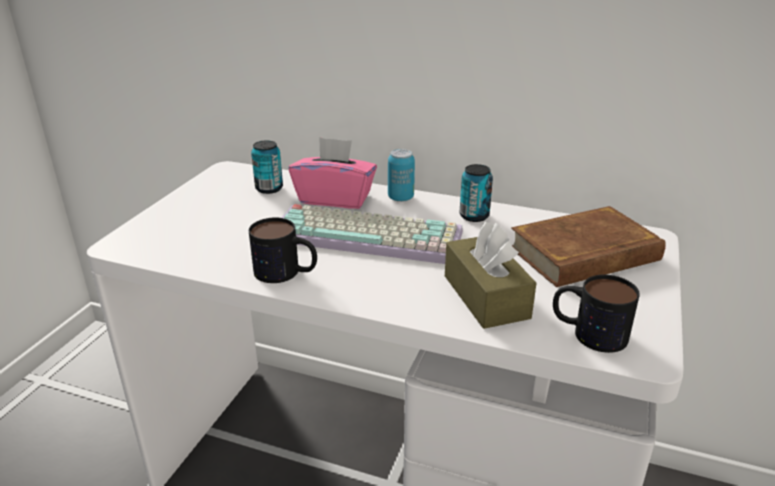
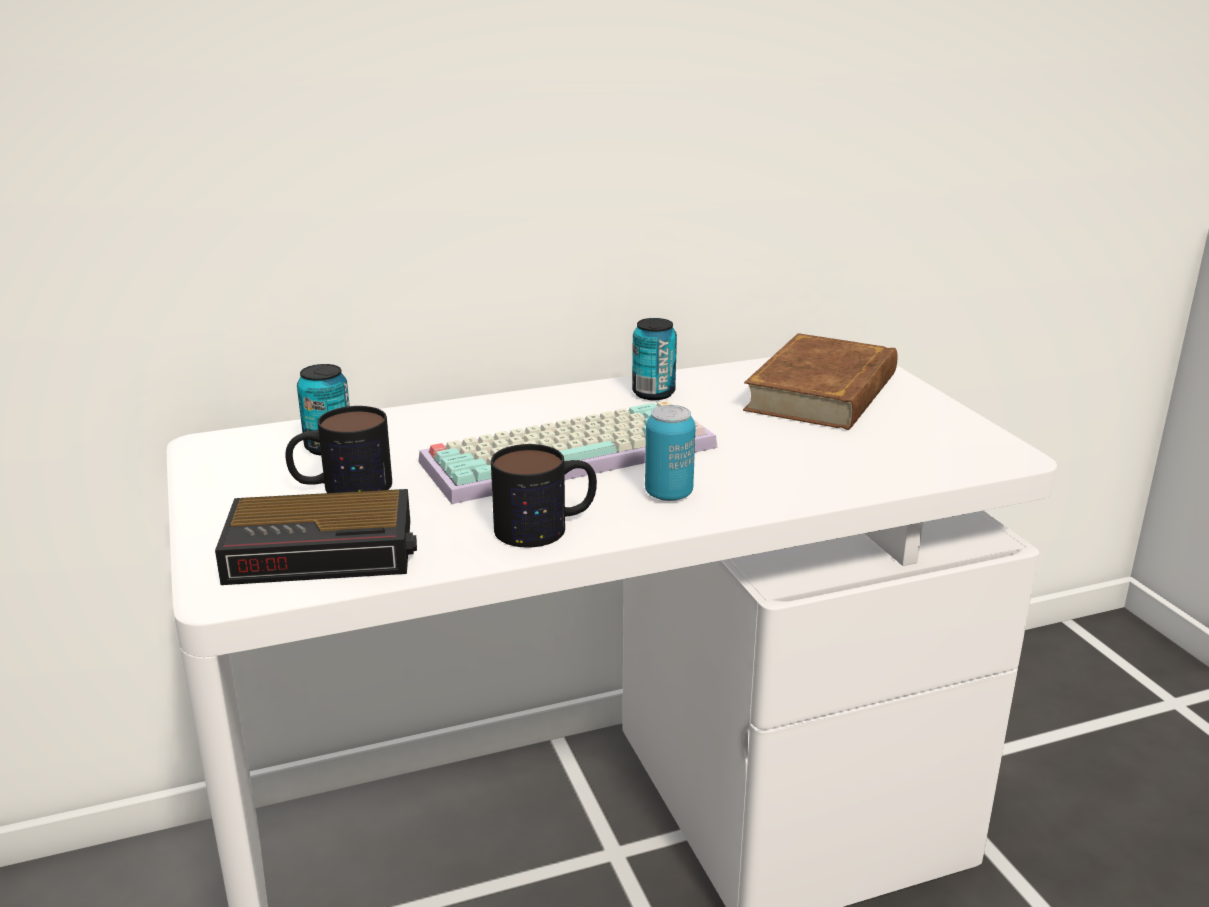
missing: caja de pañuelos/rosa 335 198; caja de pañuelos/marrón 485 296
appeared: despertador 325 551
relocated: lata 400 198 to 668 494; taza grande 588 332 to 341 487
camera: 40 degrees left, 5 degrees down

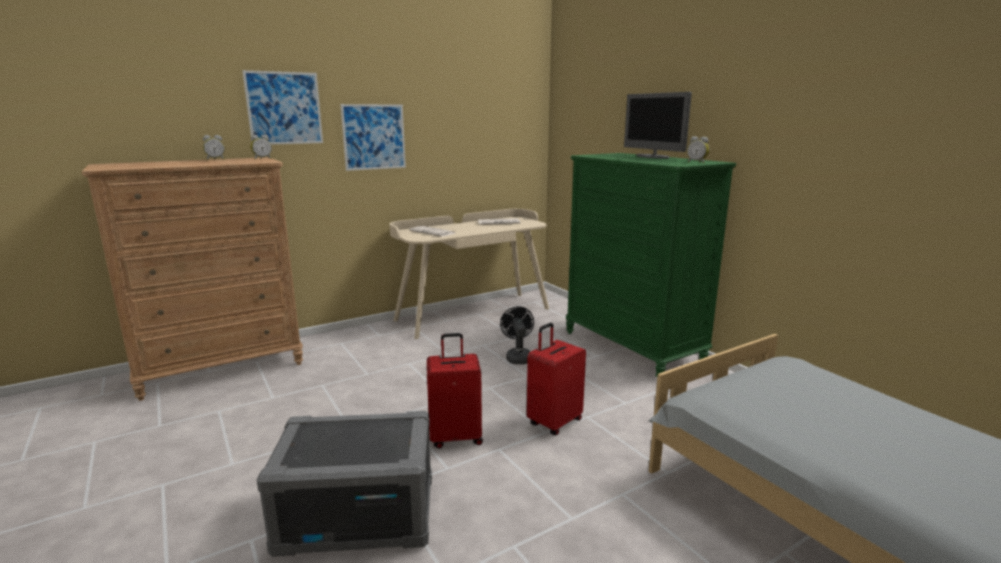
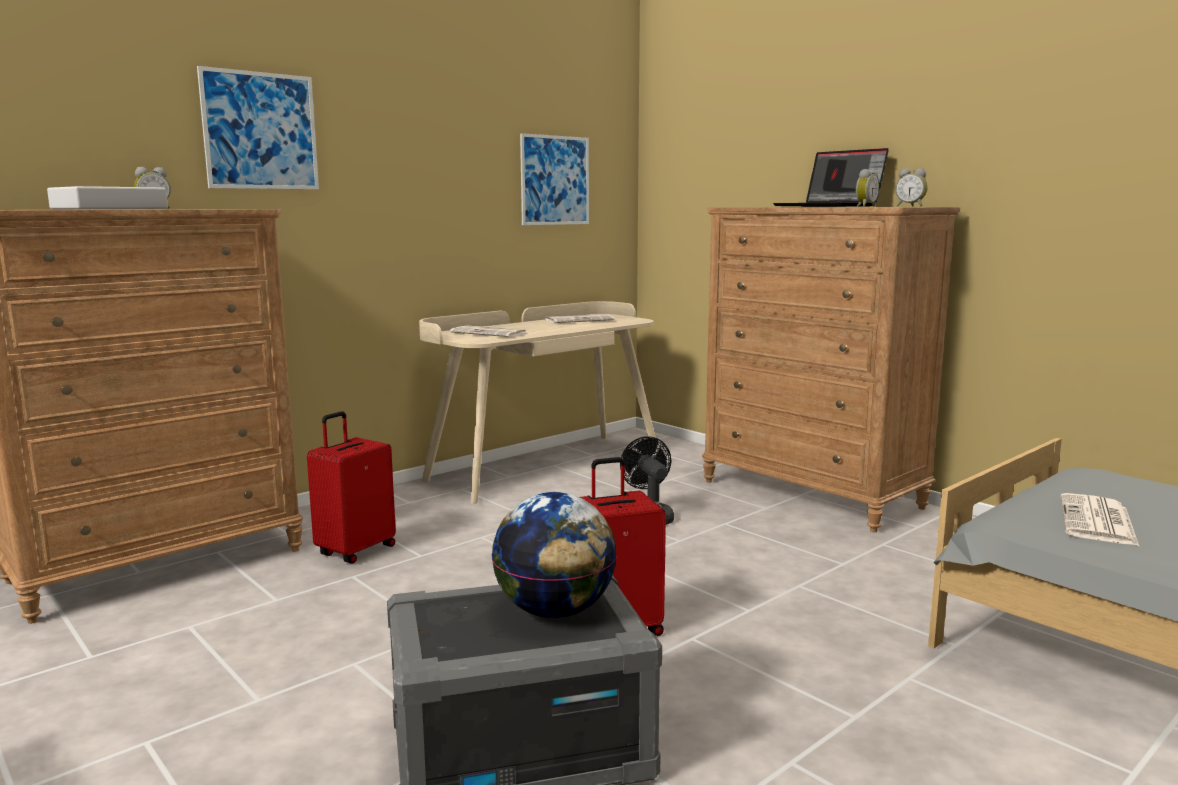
appeared: bandeja/gris 109 208; globo terráqueo 554 611; periódico 1098 521
relocated: despertador 262 159 to 864 206; cuadro 374 137 to 555 180; maleta/rojo 554 422 to 355 551
exchanged: monitor 652 157 to portátil 830 206
colour: cómoda/verde 632 347 to cómoda/marrón 811 494
camera: 10 degrees left, 5 degrees down

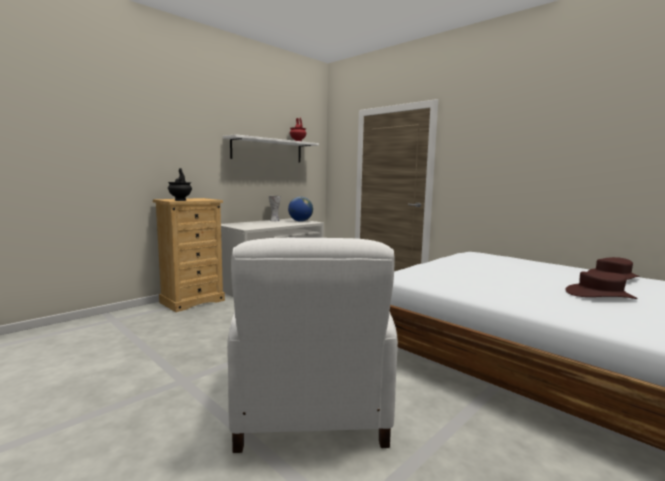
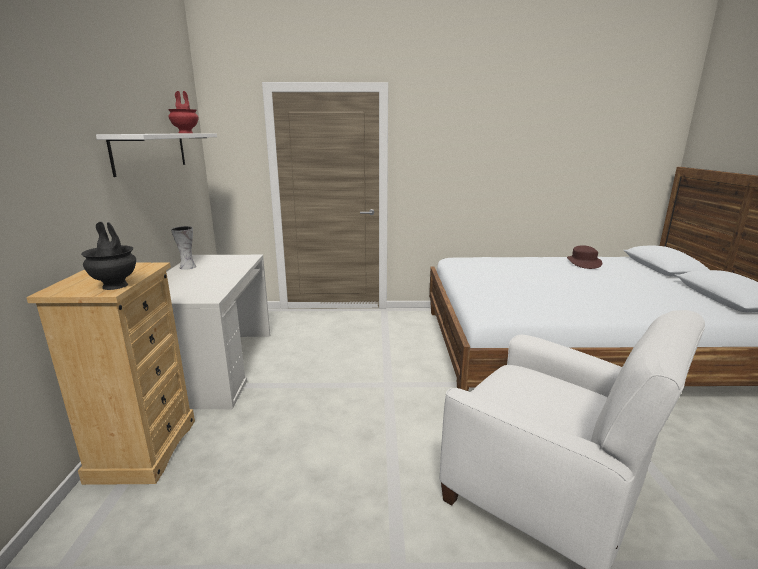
missing: globo terráqueo 300 221; sombrero/marrón 600 295
camera: 45 degrees left, 10 degrees up

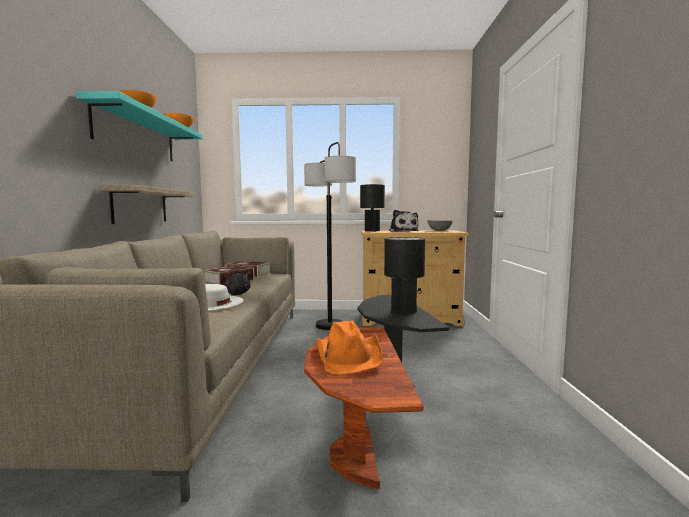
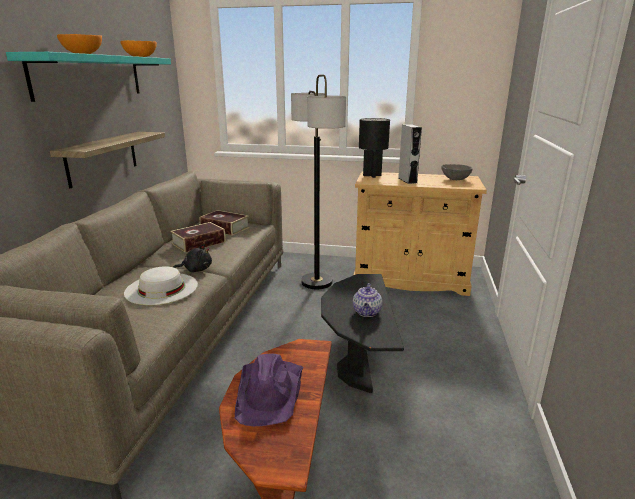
exchanged: lámpara de mesa/negro 404 312 to tetera 367 312; peluche 402 231 to altavoz/gris 407 180
colour: sombrero/naranja 349 356 to sombrero/morado 270 392
camera: 10 degrees right, 15 degrees up

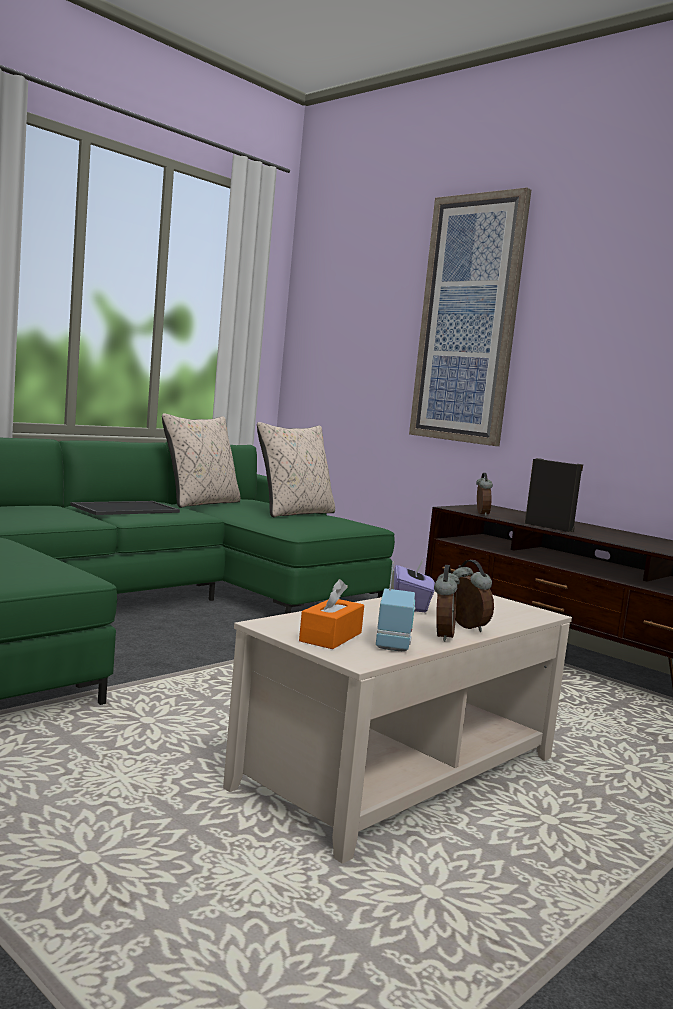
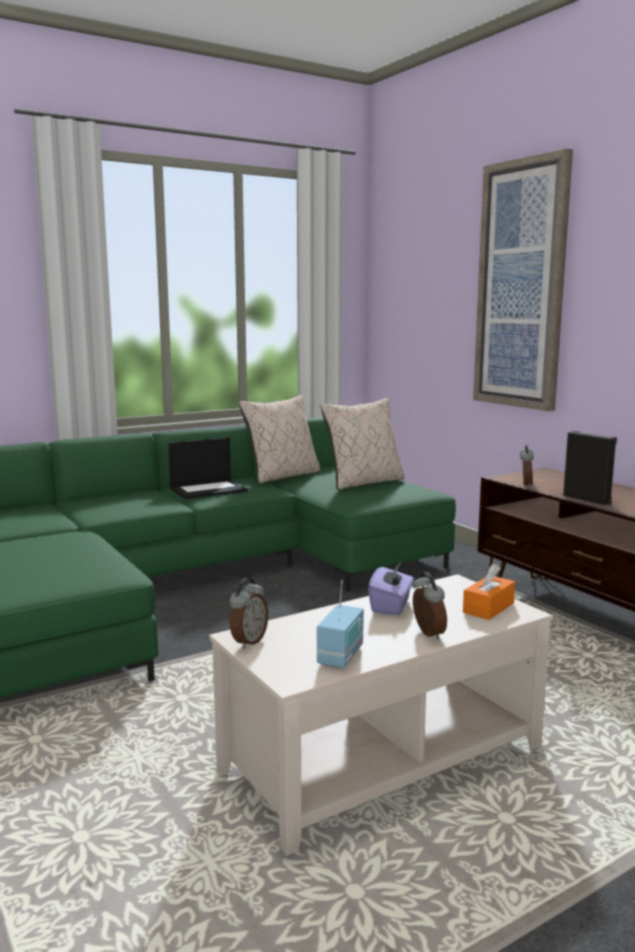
relocated: caja de pañuelos/naranja 331 637 to 488 608; despertador 441 636 to 248 641
exchanged: bandeja 125 508 to portátil 209 489
camera: 15 degrees right, 5 degrees up

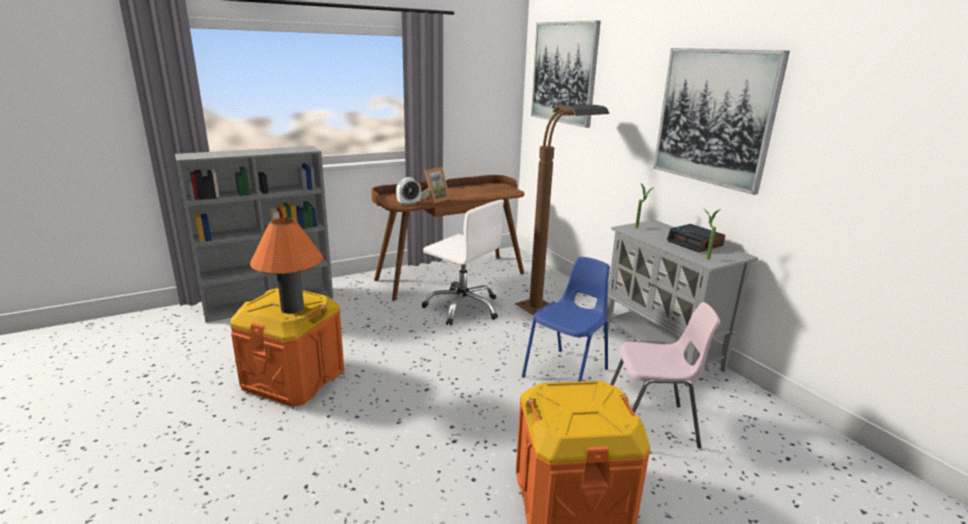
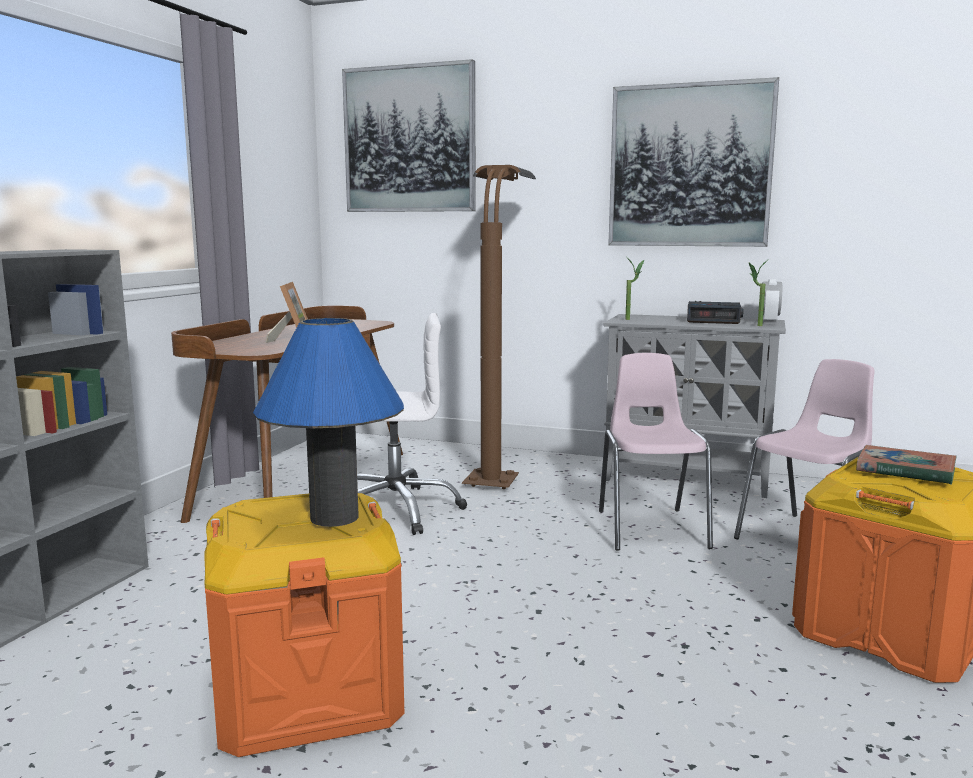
appeared: libro 905 471
relocated: despertador 408 203 to 769 322
colour: lámpara de mesa/naranja 292 308 to lámpara de mesa/azul 334 517; silla/azul 567 373 to silla/rosa 651 528
camera: 40 degrees left, 10 degrees down

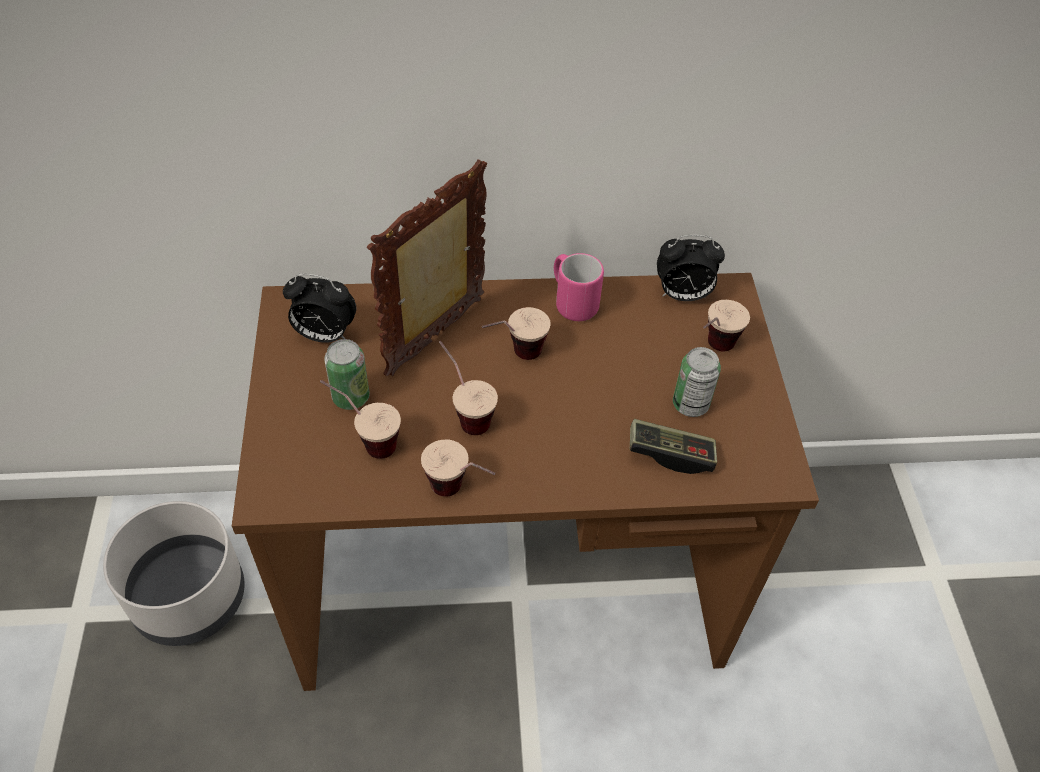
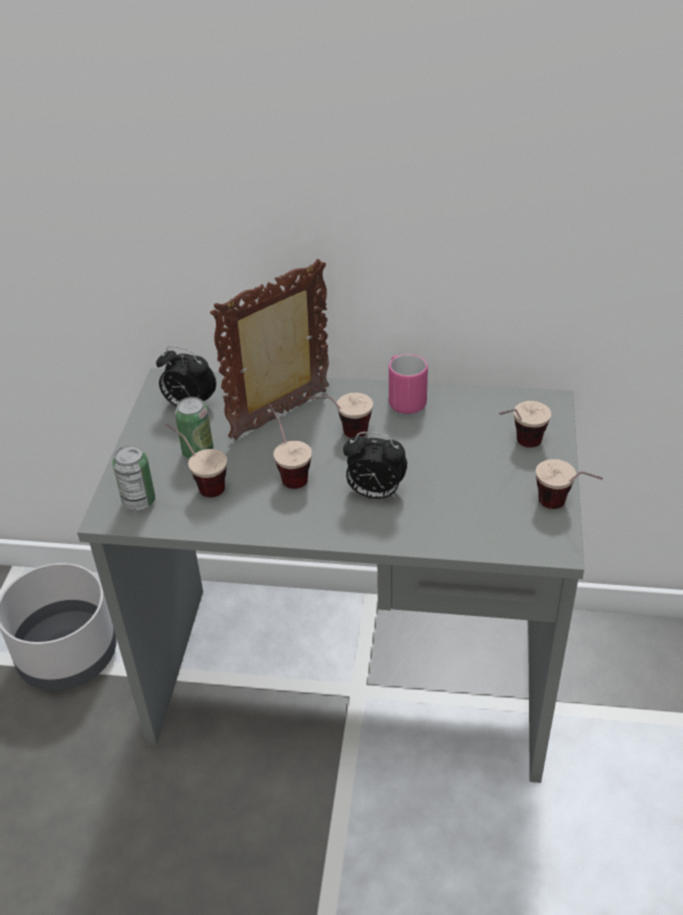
missing: mando de consola 670 454
relocated: taza 460 494 to 564 508; despertador 682 295 to 374 493; lata 690 404 to 139 501
colour: escritorio/marrón 510 585 to escritorio/gris 351 682
camera: 15 degrees right, 10 degrees down

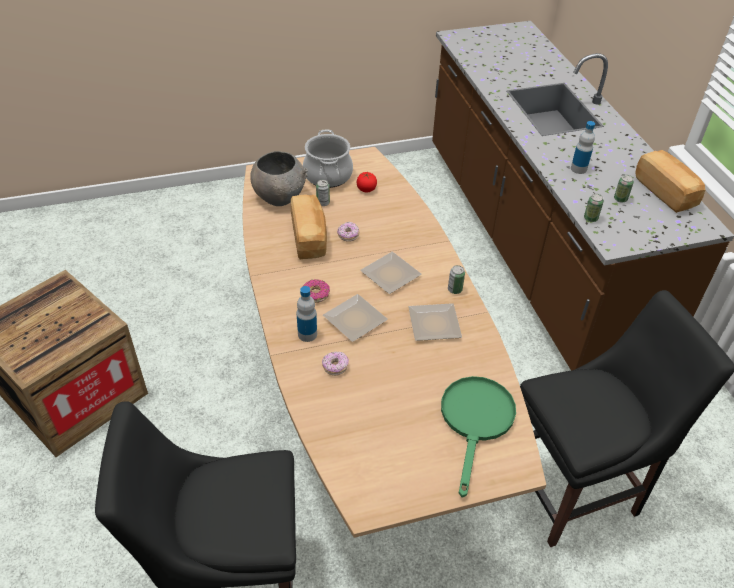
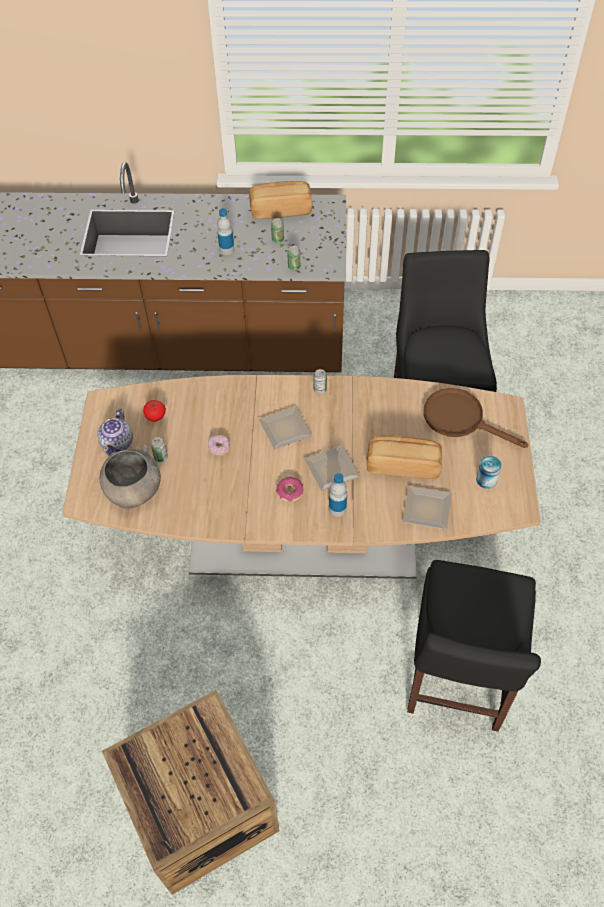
missing: rosquilla 335 367
appeared: lata 486 479
relocated: pan 310 237 to 403 465; plato 432 323 to 425 510
exchanged: olla 328 175 to tetera 118 442
colour: sartén/verde 476 421 to sartén/marrón 461 419
camera: 70 degrees left, 10 degrees up

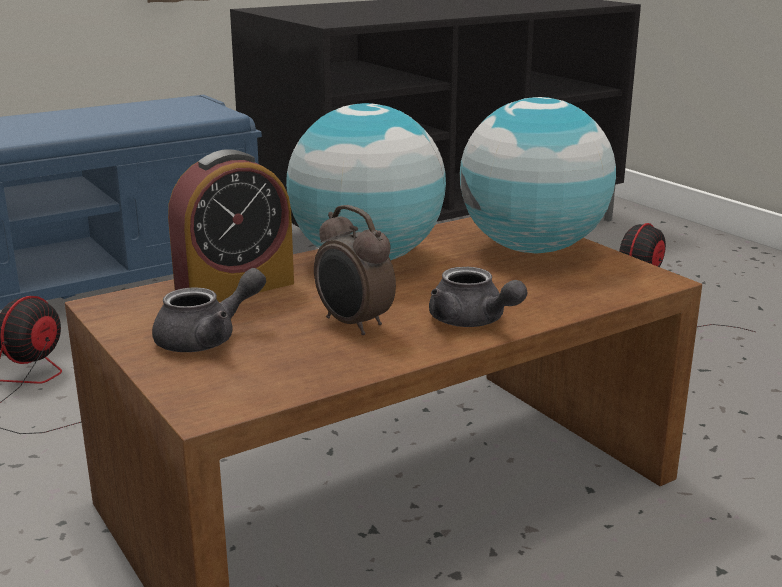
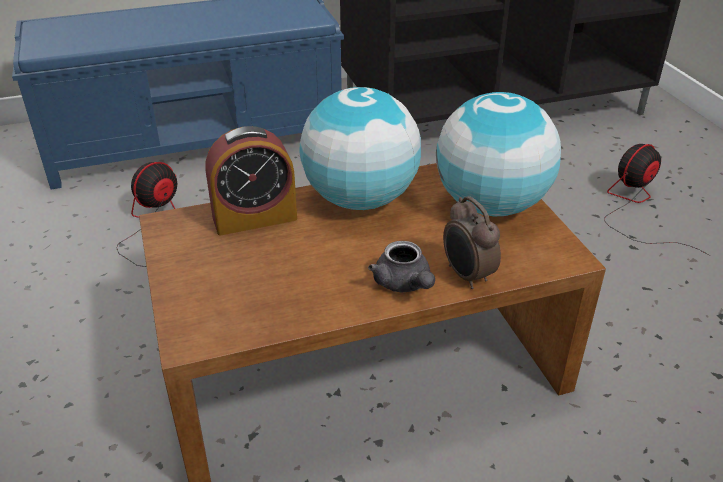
missing: tetera/gris 208 339
relocated: despertador 353 324 to 466 276
camera: 15 degrees right, 15 degrees up

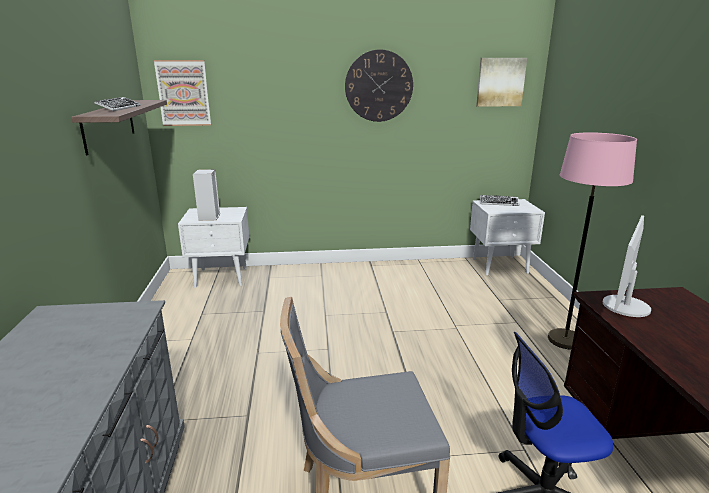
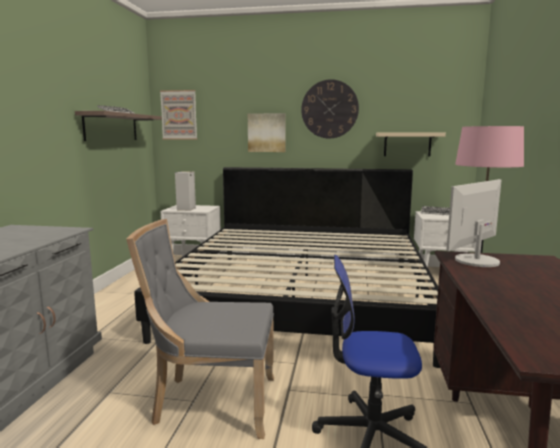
appeared: cama 302 296; estante/beis 407 144
relocated: cuadro 500 82 to 266 132
camera: 15 degrees right, 10 degrees down

